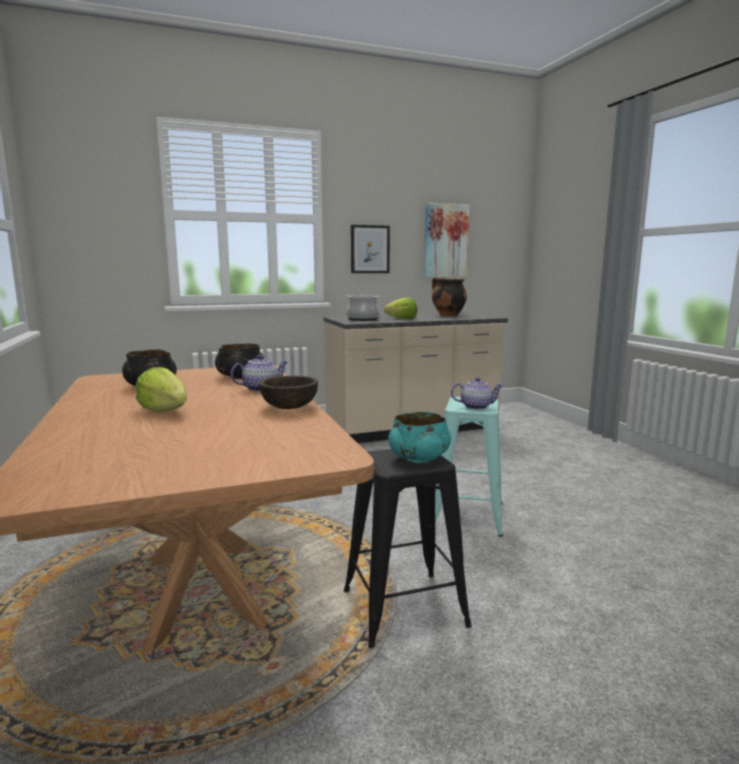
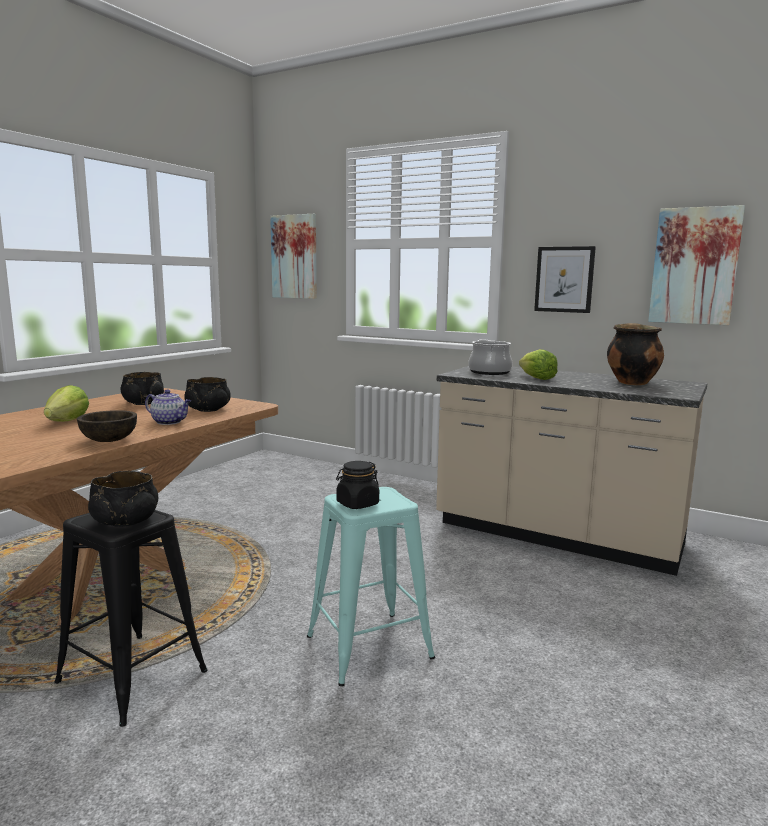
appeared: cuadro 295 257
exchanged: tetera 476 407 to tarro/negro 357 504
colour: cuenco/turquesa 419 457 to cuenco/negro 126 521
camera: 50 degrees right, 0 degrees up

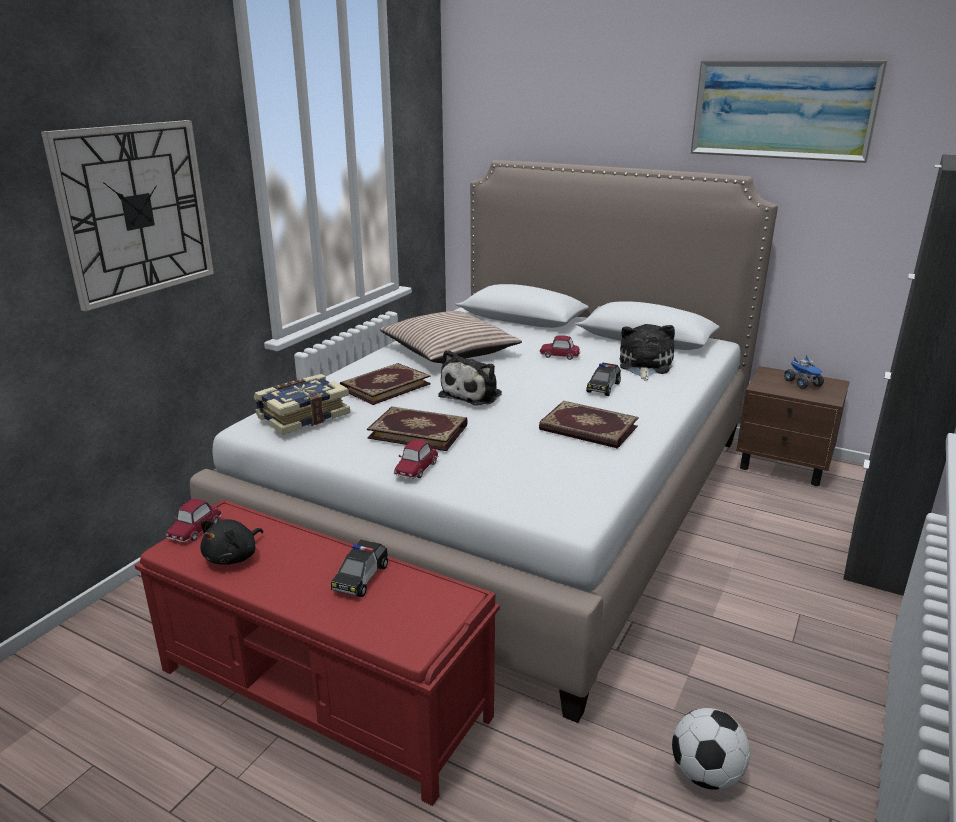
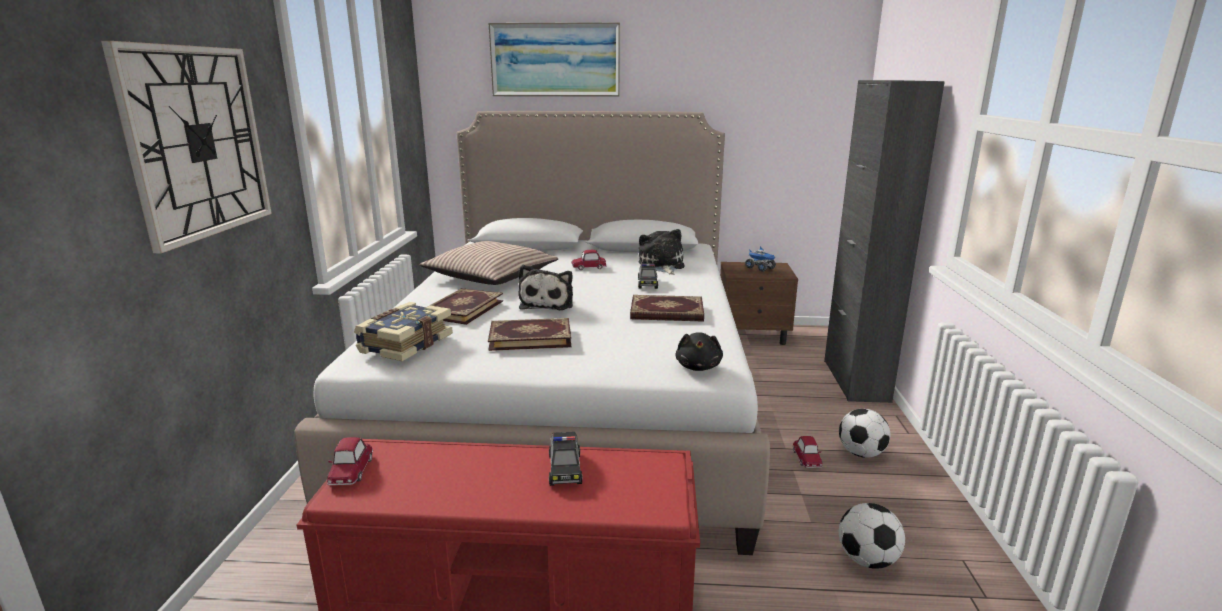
appeared: balón de fútbol 861 453
relocated: peluche/negro 233 557 to 698 367; coche de juguete 416 468 to 807 458; cuadro 782 109 to 555 60
camera: 25 degrees left, 5 degrees down

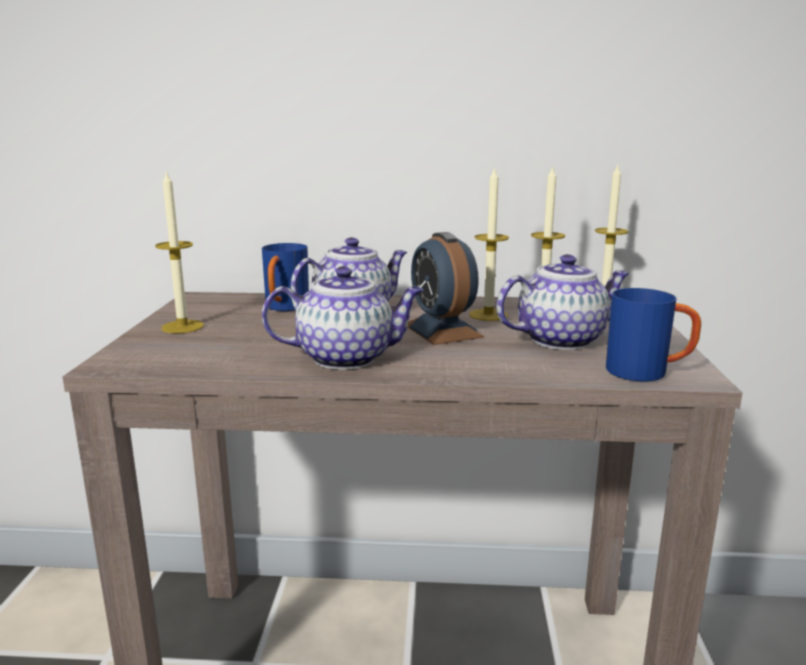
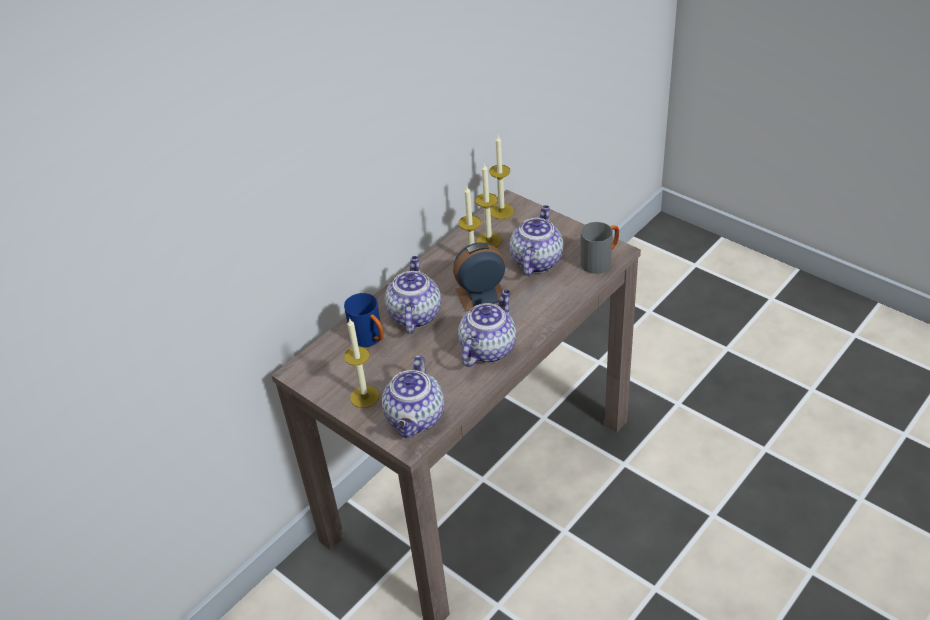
appeared: tetera 415 419
colour: taza grande/azul 648 373 to taza grande/gris 600 261
spun: despertador 442 331 = 481 294 150 degrees clockwise
camera: 50 degrees left, 25 degrees up

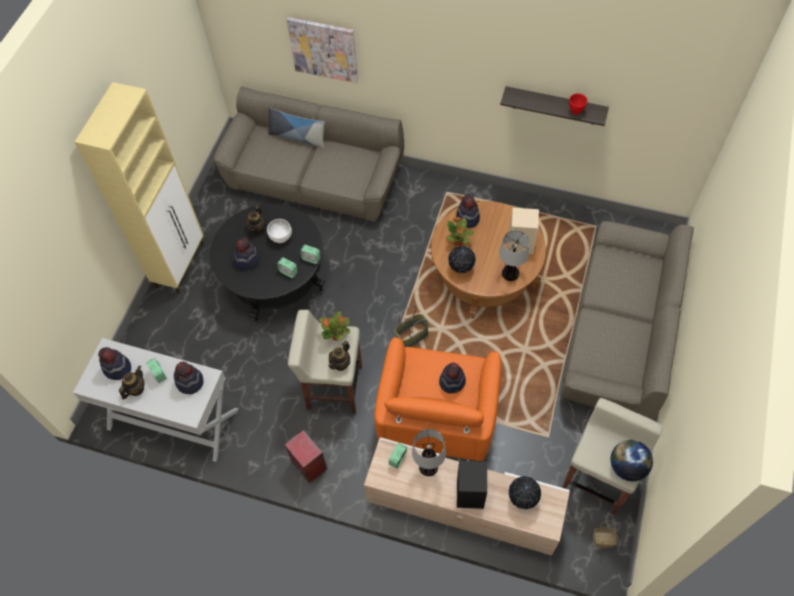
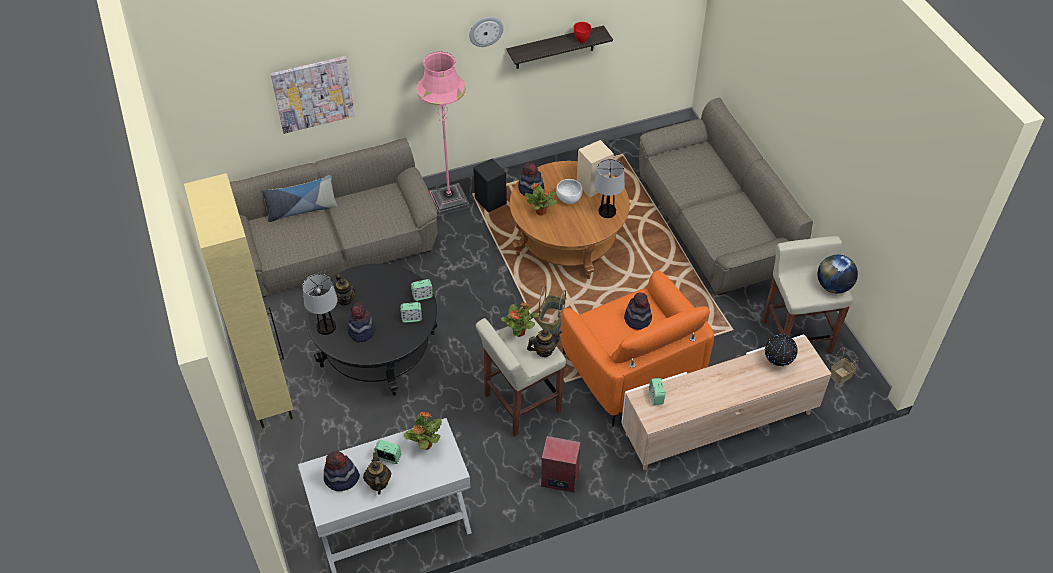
missing: globo terráqueo 461 268
appeared: lámpara de pie/rosa 449 200; reloj de pared 485 31
relocated: cuenco/blanco 281 237 to 569 199; lámpara de mesa 428 467 to 326 327; altavoz/negro 470 494 to 491 202
exchanged: sombrero 190 381 to planta en maceta 425 445
spun: tetera 340 363 = 544 350 105 degrees counterclockwise
camera: 40 degrees left, 10 degrees down

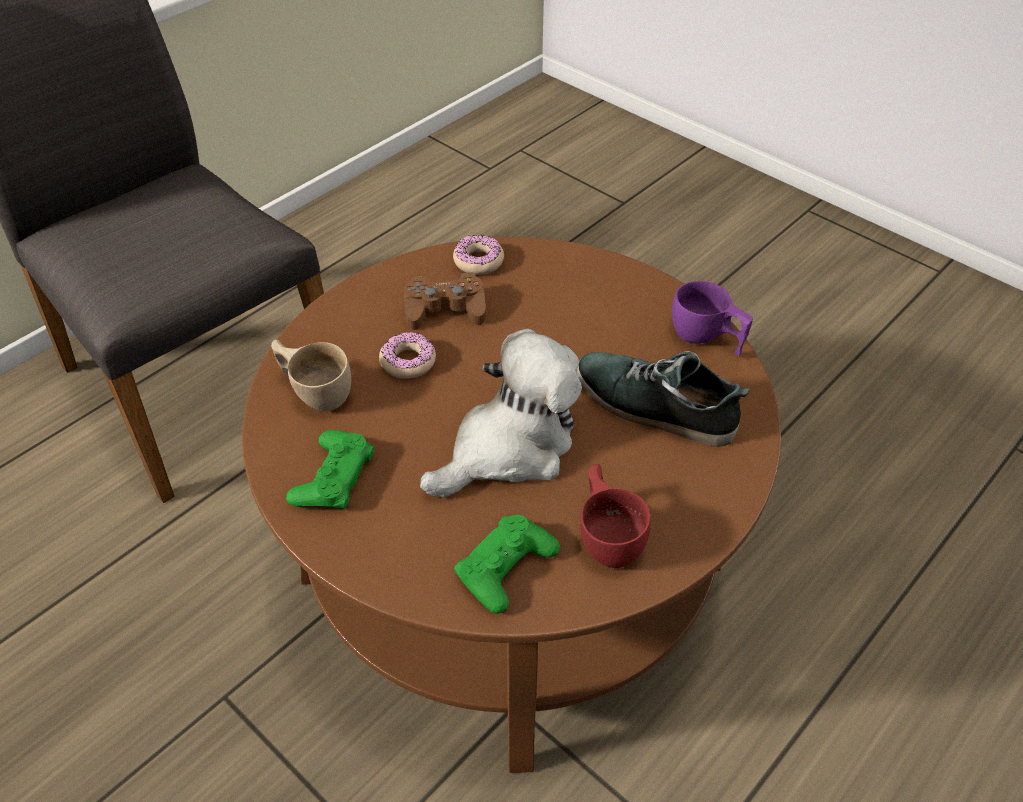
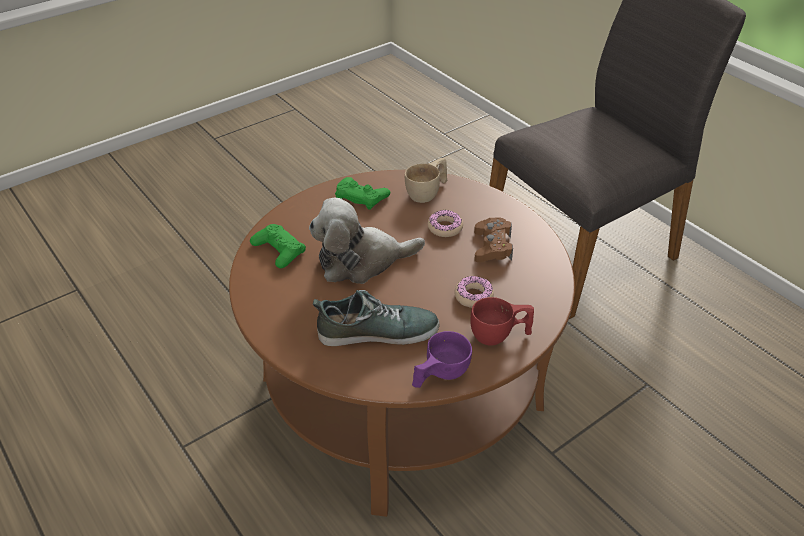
relocated: rosquilla 478 261 to 473 296; taza/rojo 609 535 to 500 335
spun: peluche 509 448 = 361 261 105 degrees clockwise; zapato 654 406 = 377 331 45 degrees clockwise
camera: 100 degrees right, 5 degrees down

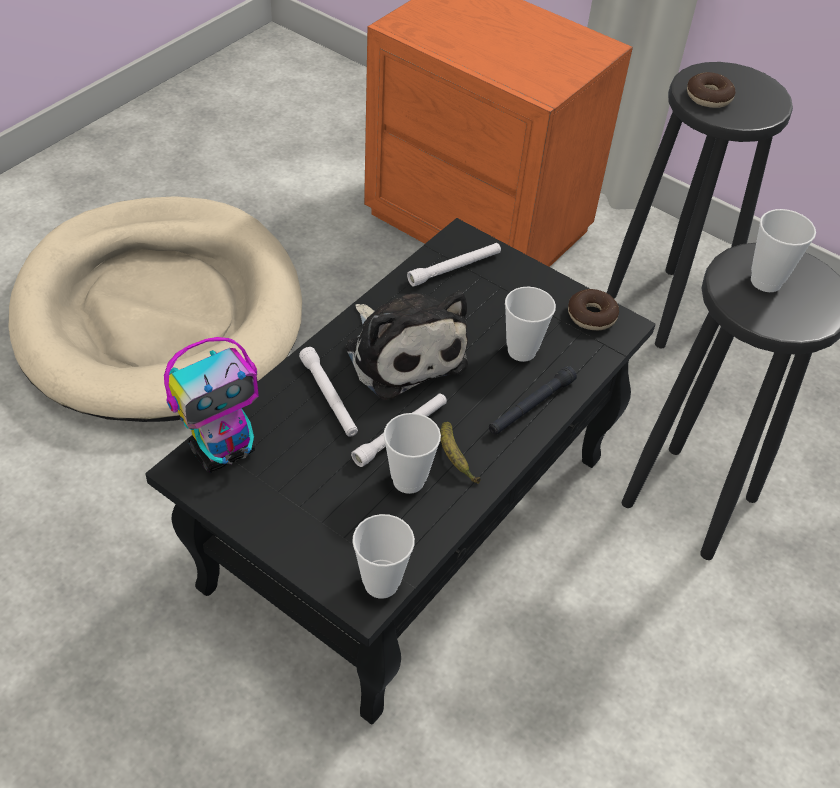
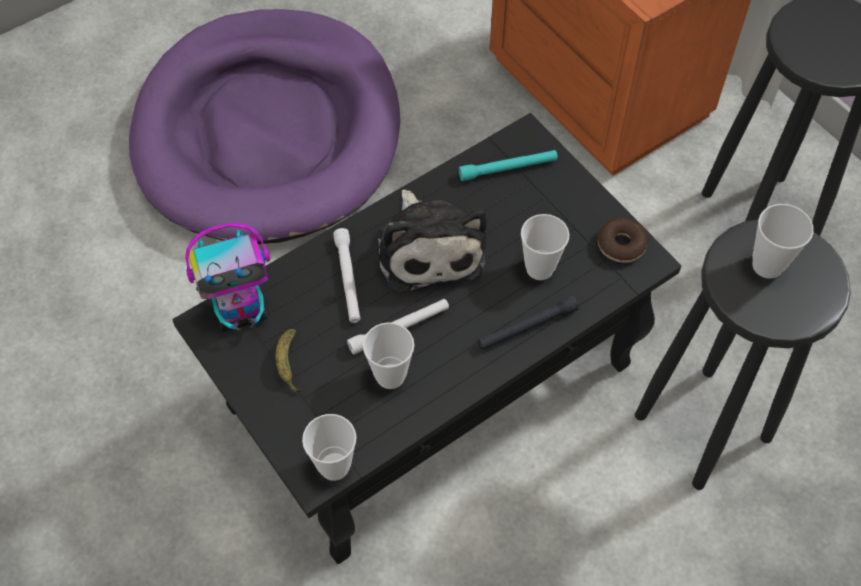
missing: rosquilla 708 97
relocated: plátano 455 458 to 288 364
colour: cama para perro/beis 160 314 to cama para perro/morado 268 132; linterna/blanco 455 269 to linterna/turquesa 508 169
camera: 20 degrees right, 10 degrees up

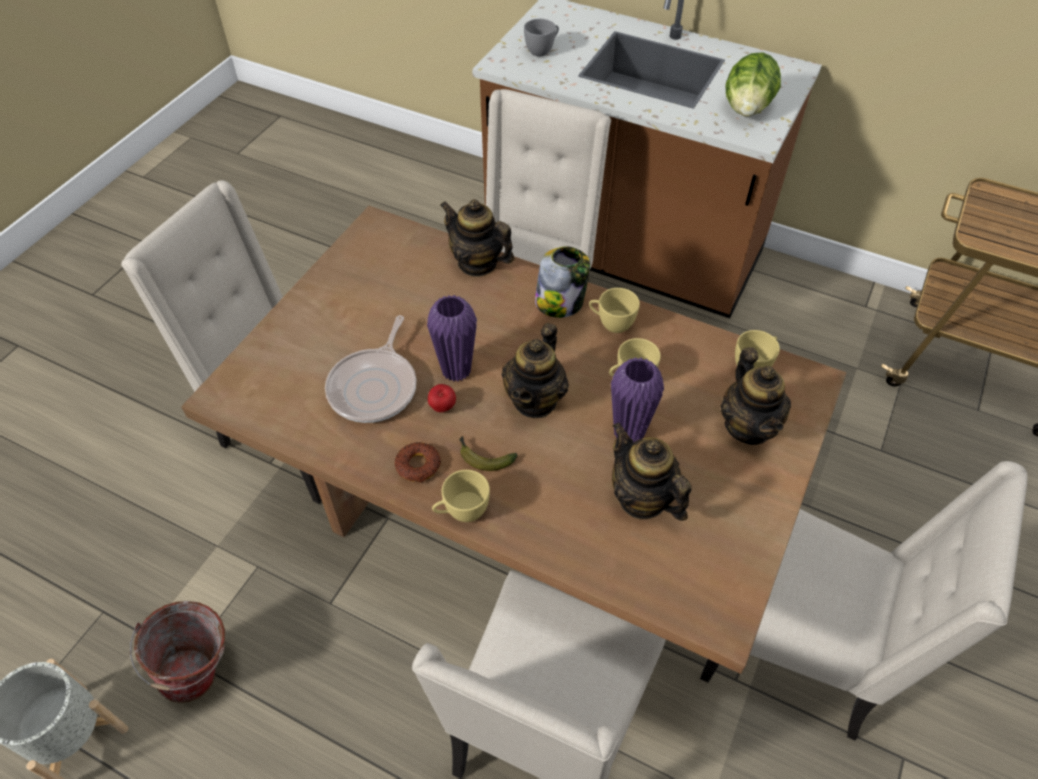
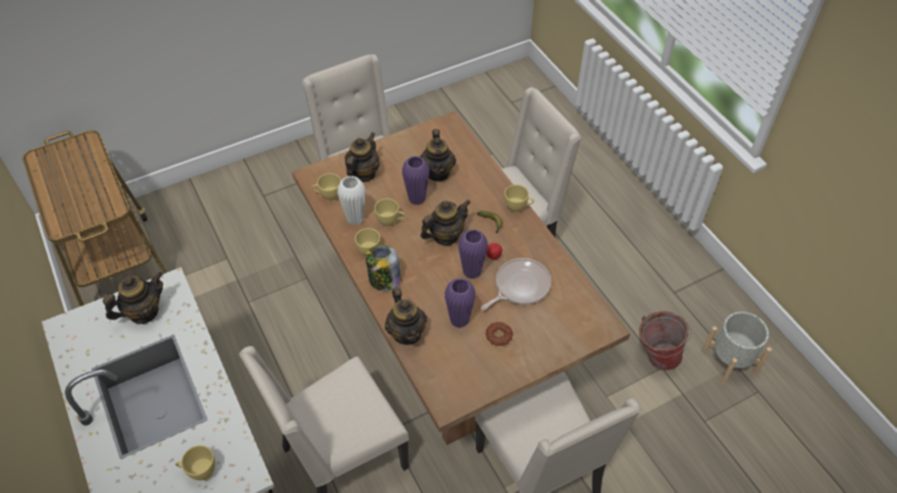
appeared: florero/blanco 355 219; florero/morado 459 320
relocated: rosquilla 418 465 to 499 336
exchanged: lechuga 747 108 to tetera 143 312
colour: taza/gris 542 50 to taza/amarillo 199 471
camera: 145 degrees left, 0 degrees up

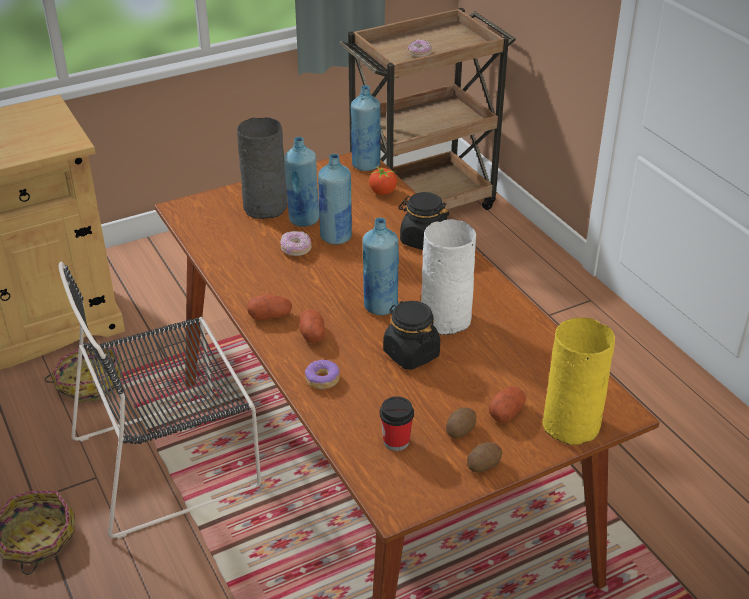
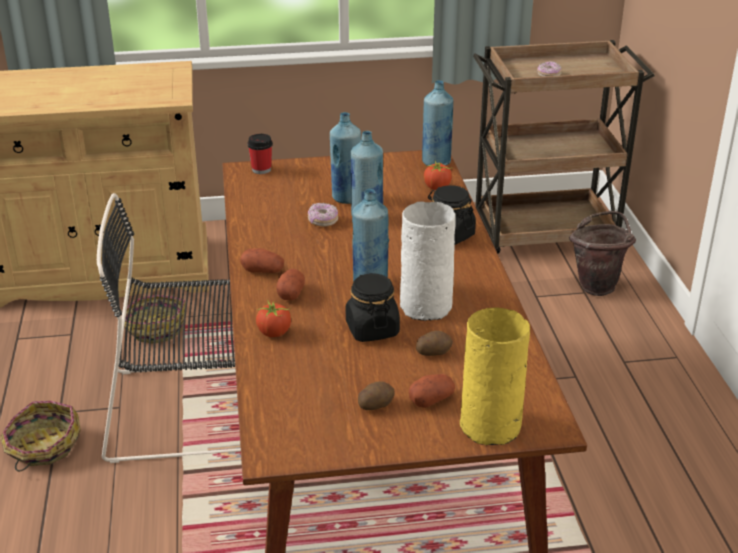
missing: florero/gris 266 207
appeared: cubo/marrón 597 285
relocated: taza 396 441 to 261 169; patata 483 465 to 433 352
exchanged: rosquilla 322 379 to tomate 274 333
camera: 20 degrees right, 5 degrees down

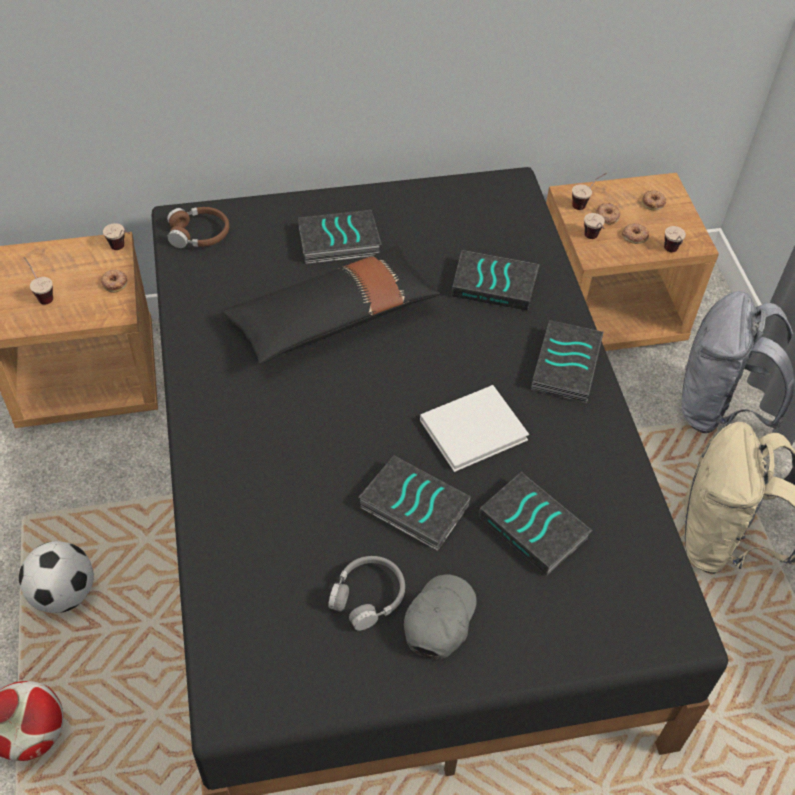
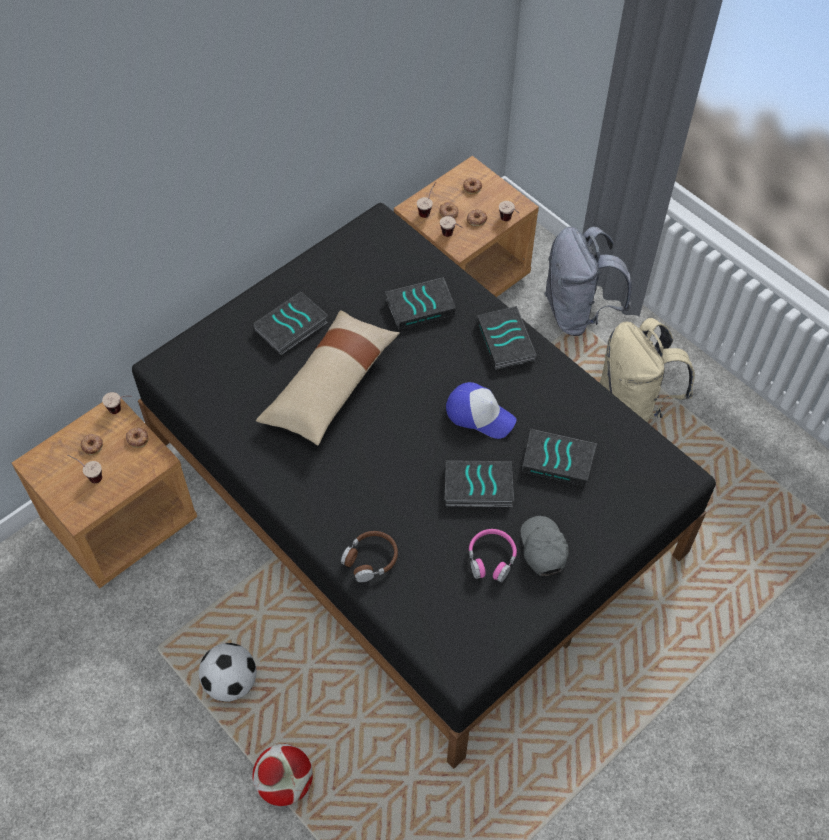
appeared: rosquilla 92 445
relocated: auriculares/marrón 199 234 to 371 559
exchanged: libro/blanco 476 429 to gorra 479 415
colour: cojín/negro 332 318 to cojín/beis 330 386; auriculares/gris 367 596 to auriculares/rosa 491 558
camera: 30 degrees left, 5 degrees up

